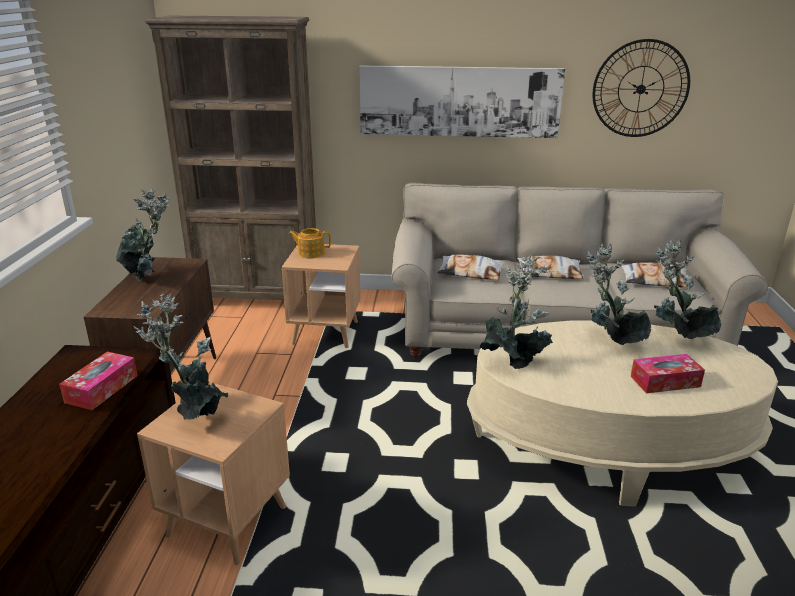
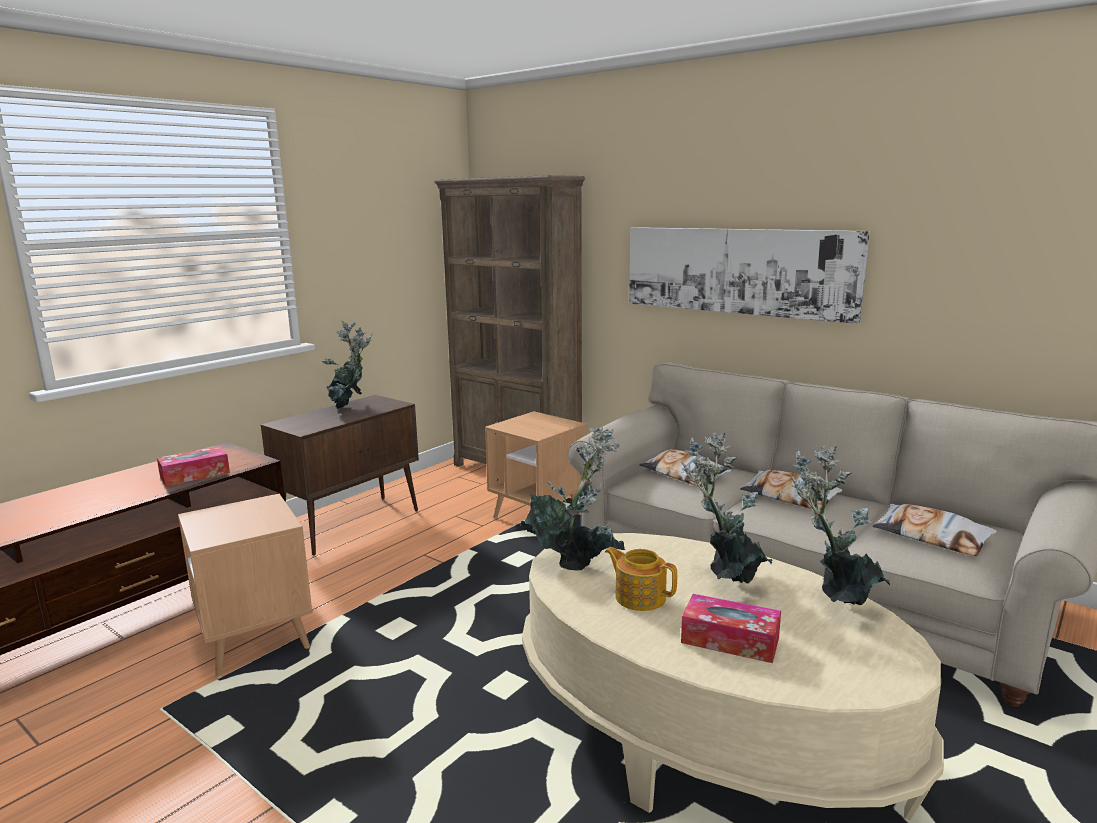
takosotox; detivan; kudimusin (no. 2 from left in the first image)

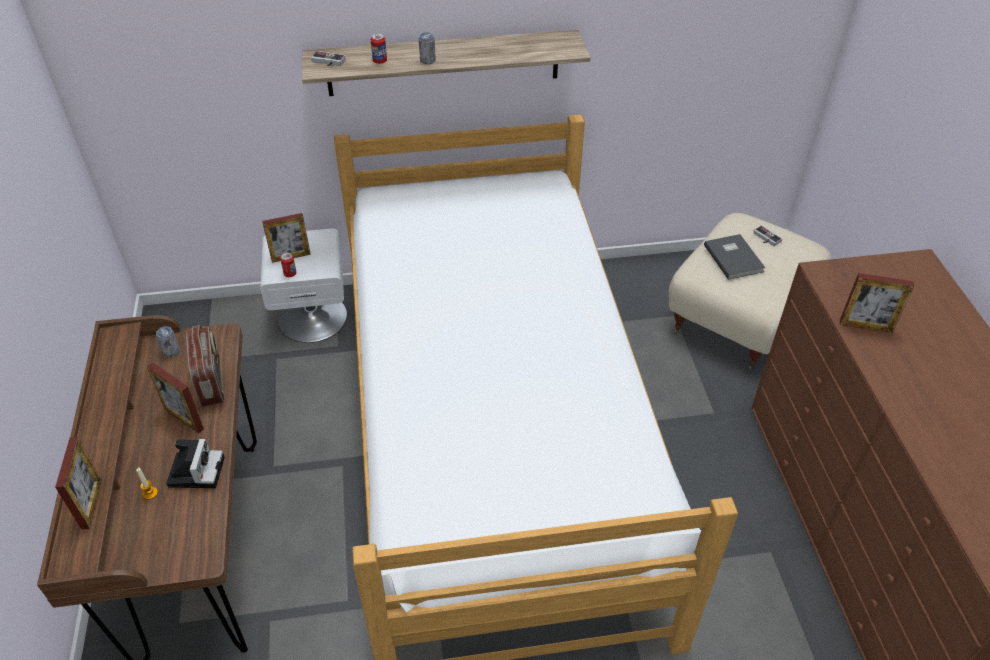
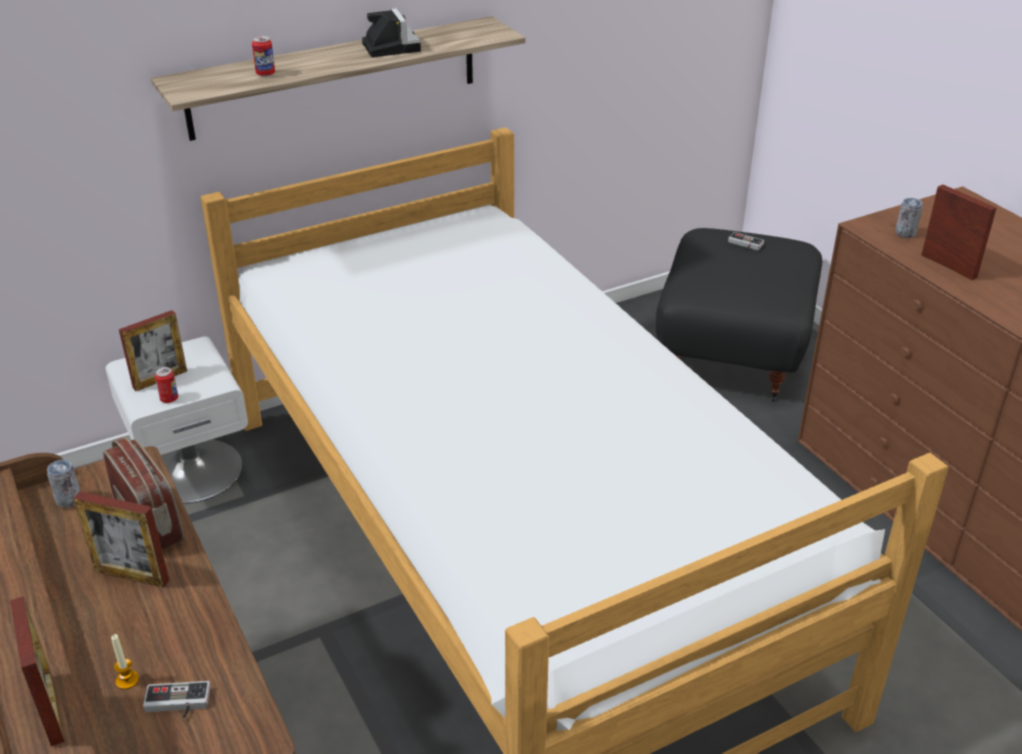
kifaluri (no. 4 from left); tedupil (no. 1 from left); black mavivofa; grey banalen; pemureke (no. 4 from left); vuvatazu

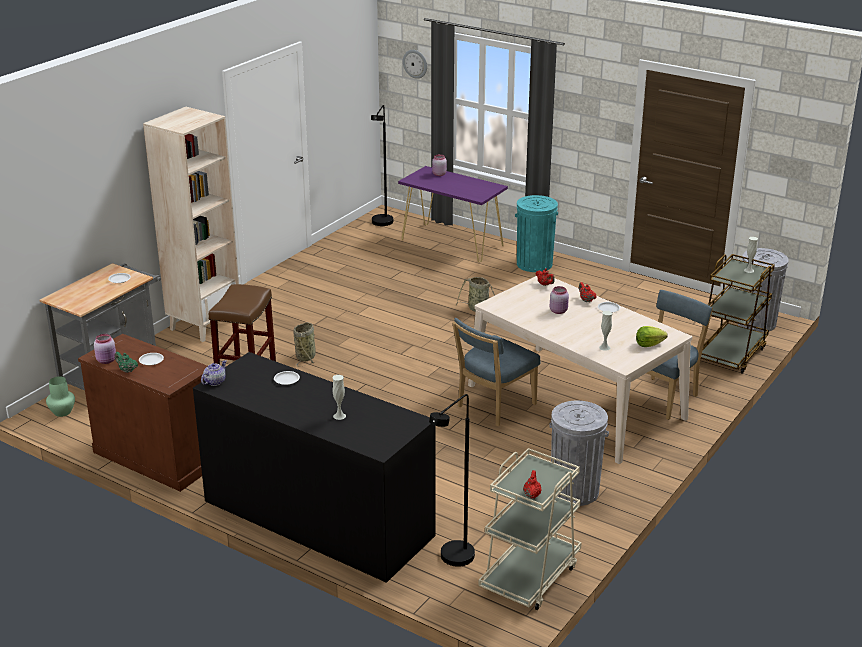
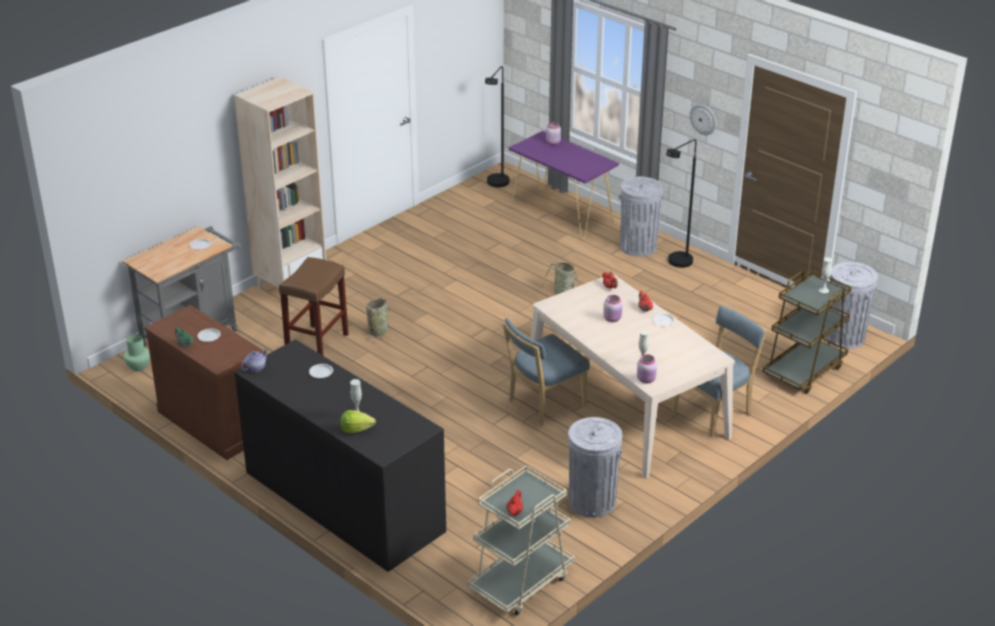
takosotox; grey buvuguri (no. 2 from left); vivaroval; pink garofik (no. 3 from left); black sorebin (no. 2 from left)

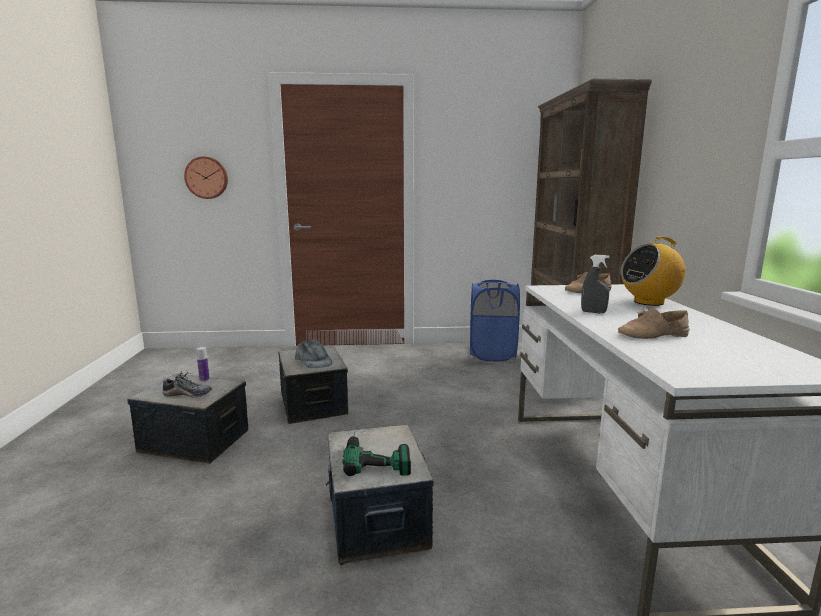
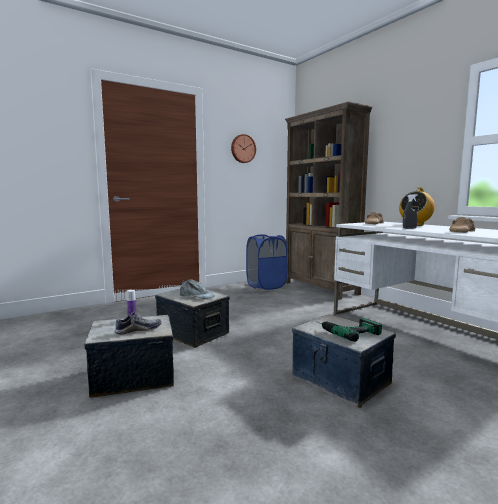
takosotox

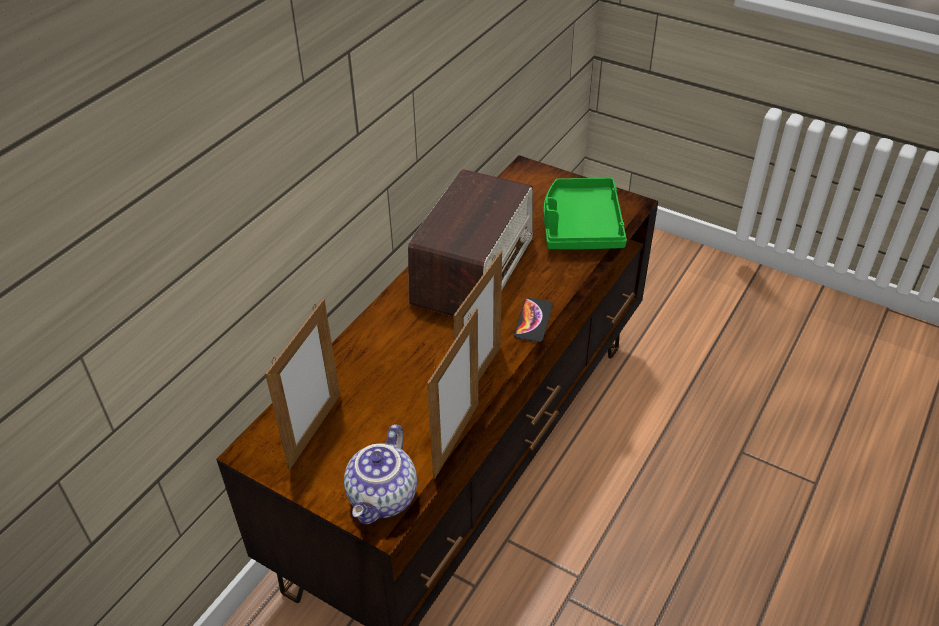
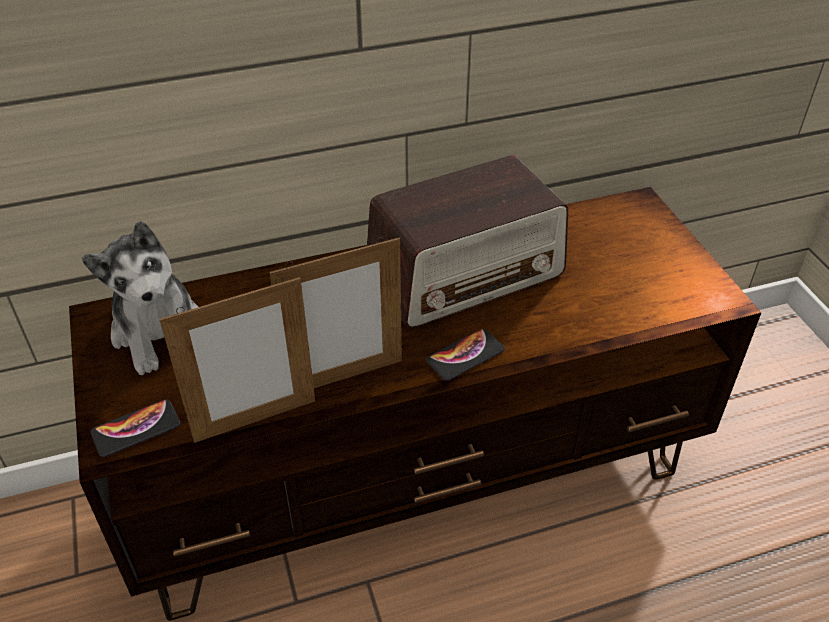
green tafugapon; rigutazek; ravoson (no. 1 from left)

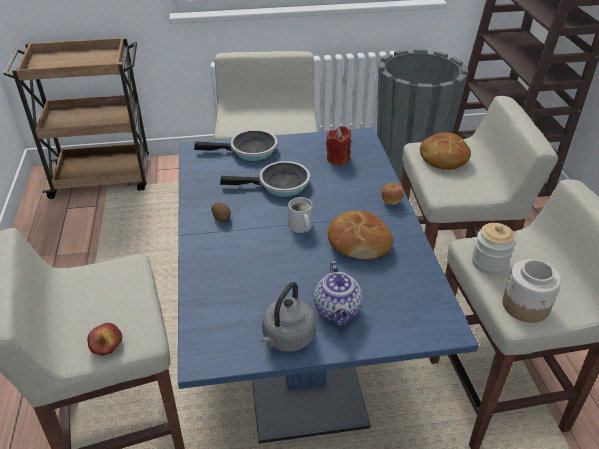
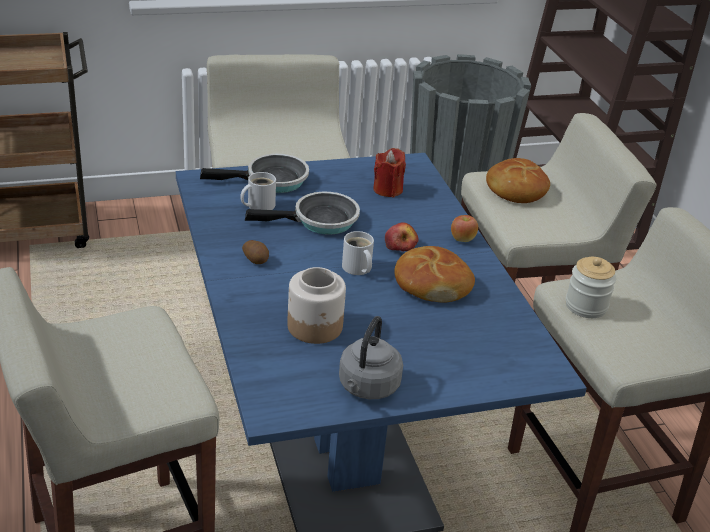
garofik (no. 1 from left); detivan; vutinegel (no. 1 from left); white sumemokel (no. 1 from left)

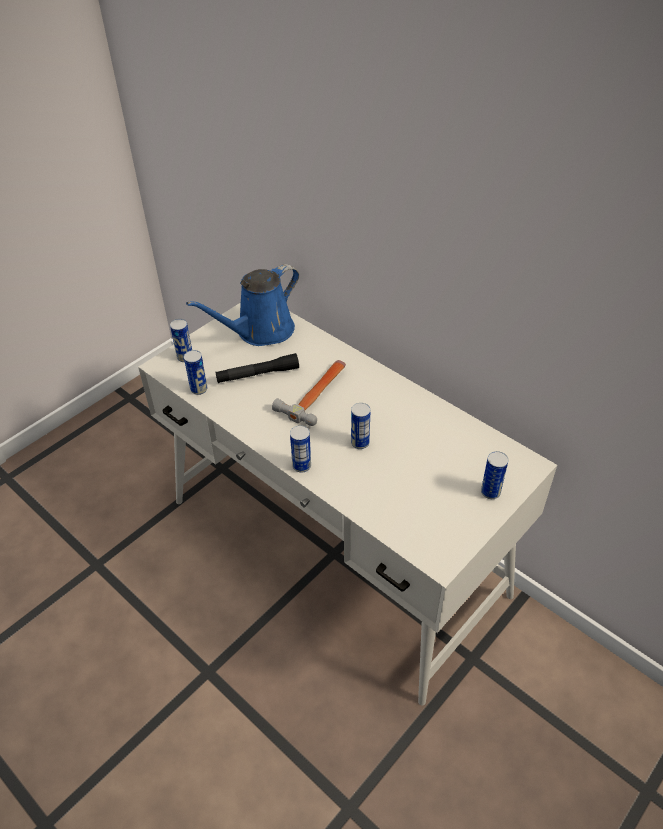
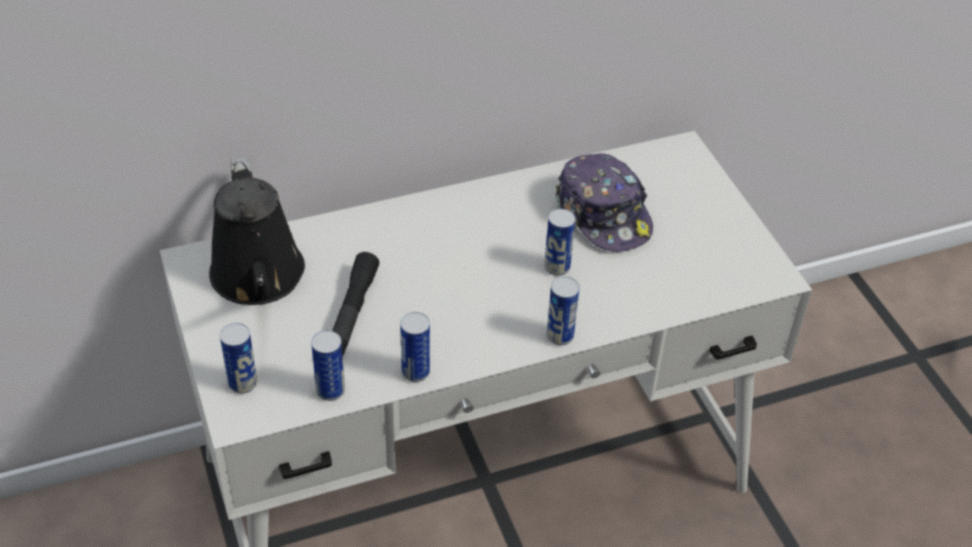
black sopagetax; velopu; kifaluri (no. 3 from left); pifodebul

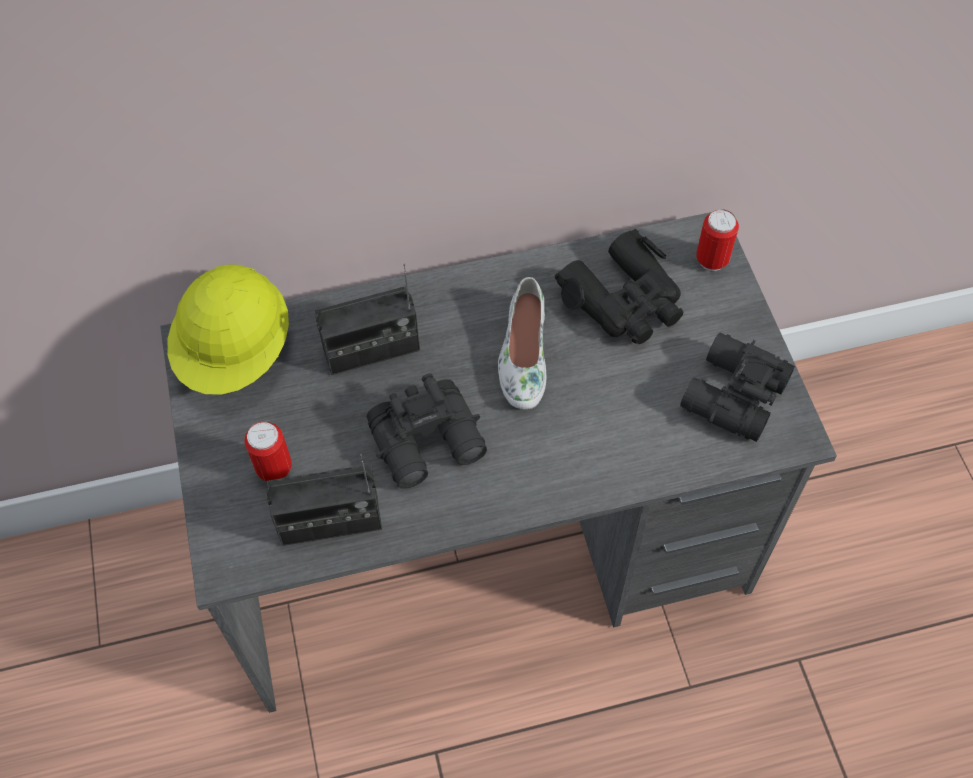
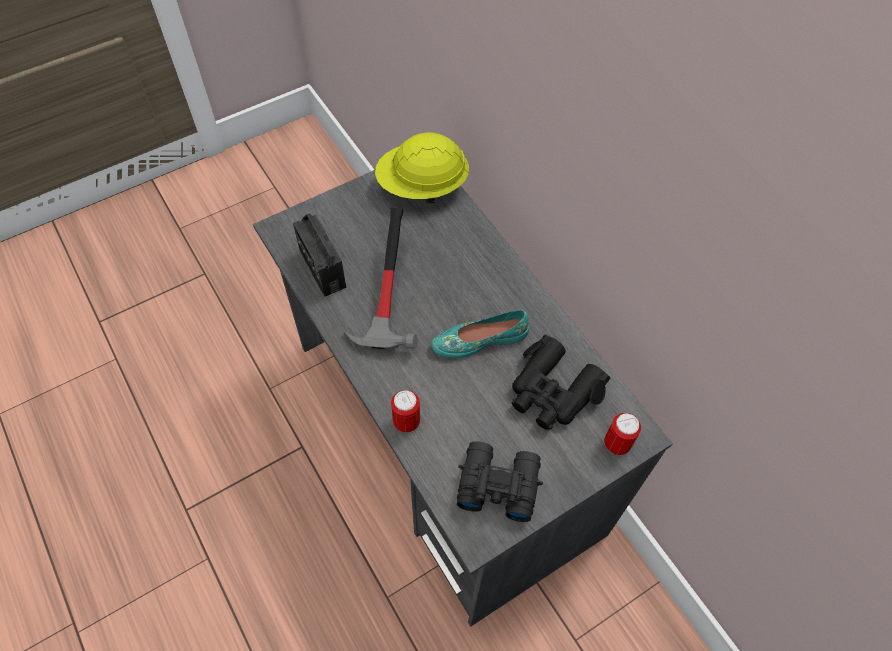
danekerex (no. 2 from left in the first image); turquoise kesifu; velopu; kifaluri (no. 1 from left)

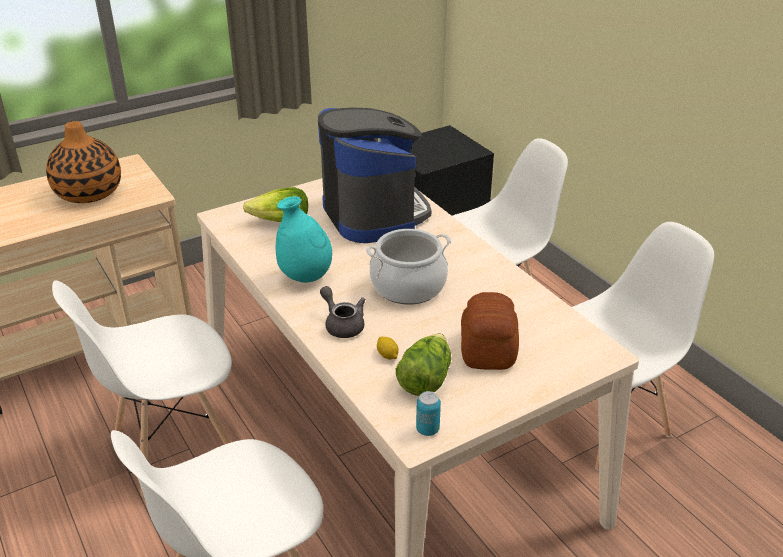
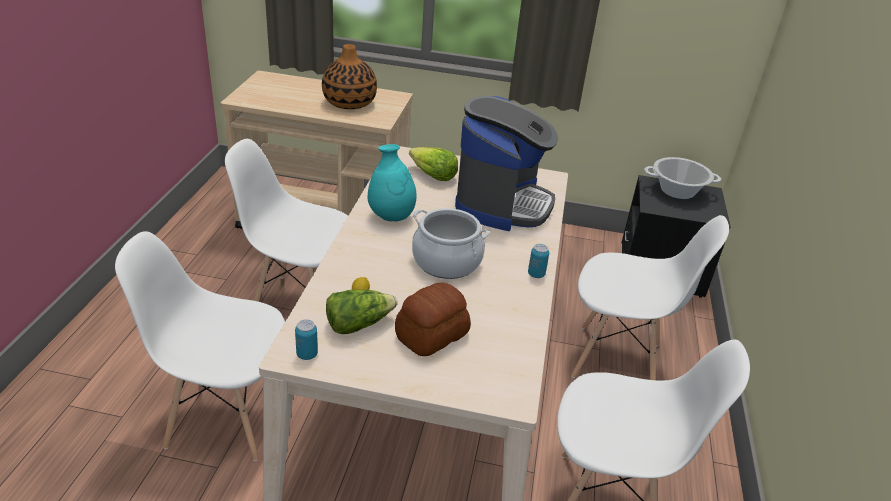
grey detivan; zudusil (no. 2 from left); kifaluri (no. 2 from left)

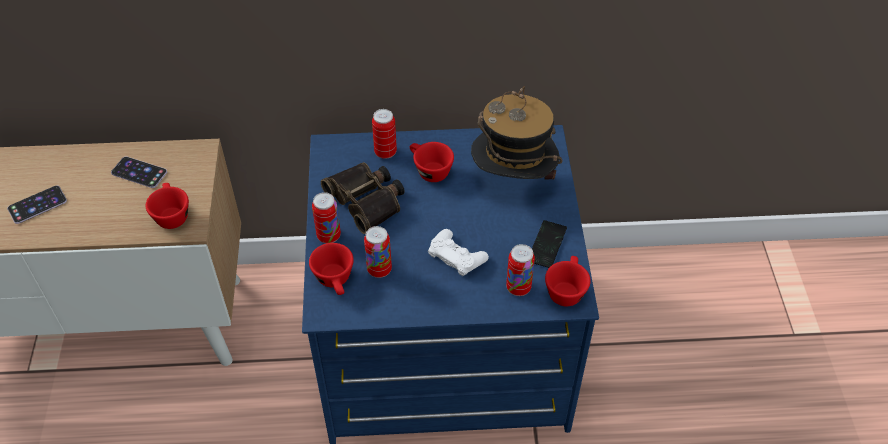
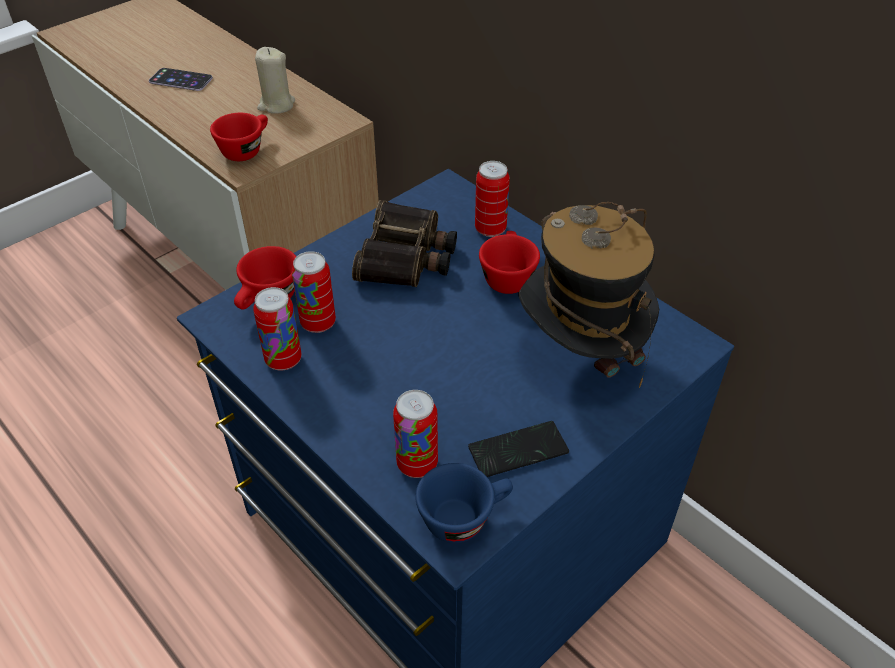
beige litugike; kifaluri (no. 1 from left); white tedupil; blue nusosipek

